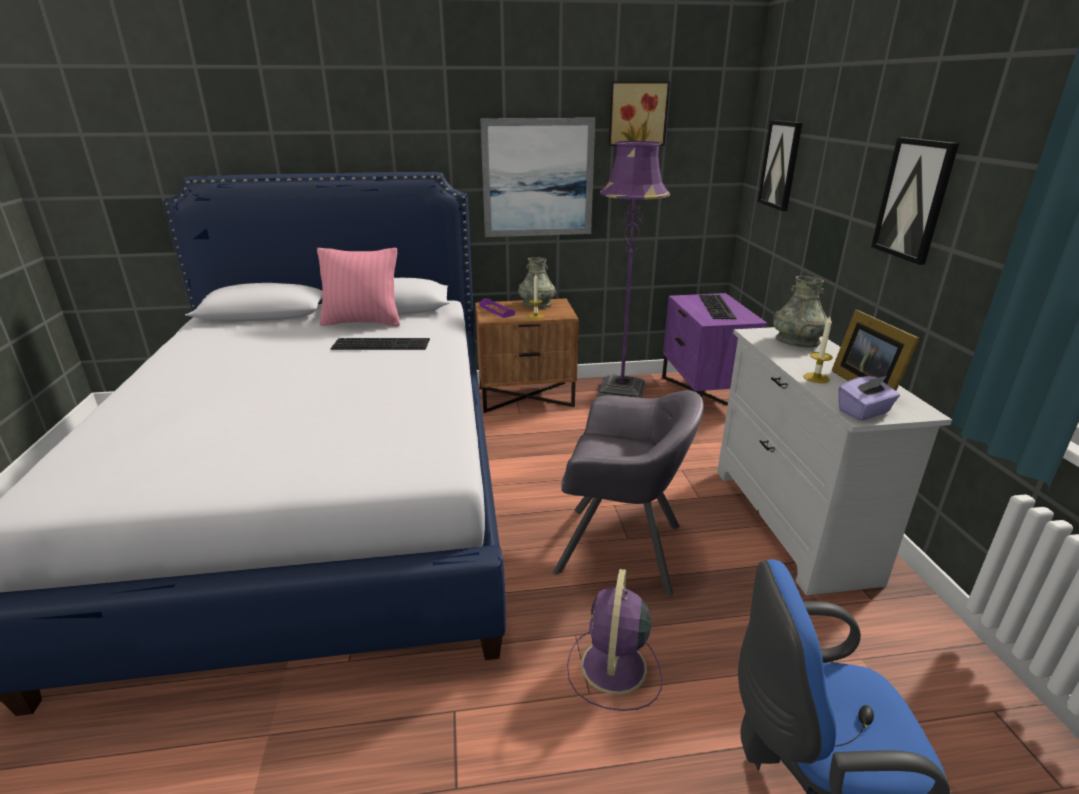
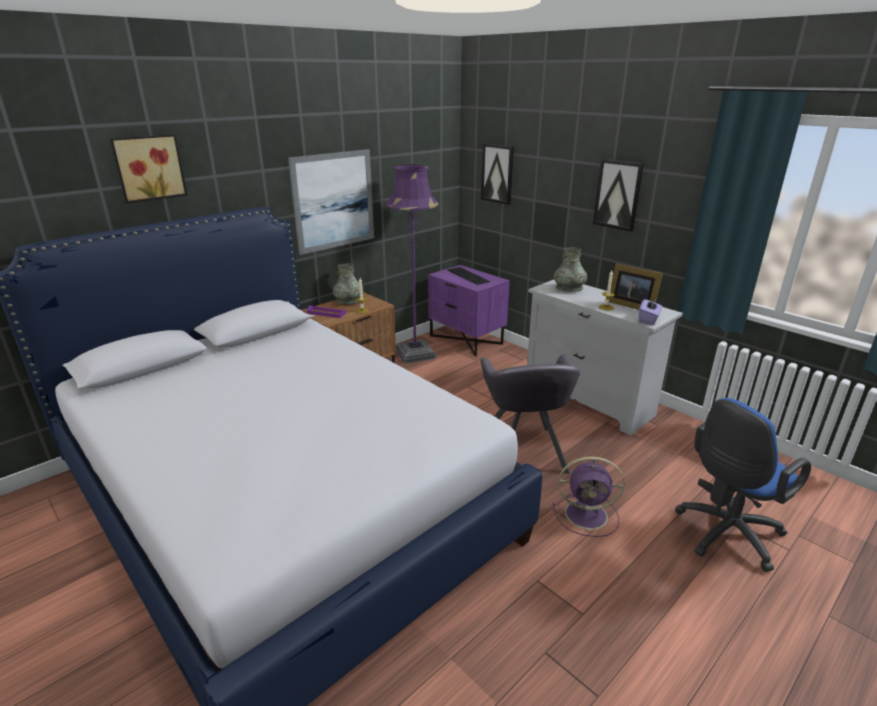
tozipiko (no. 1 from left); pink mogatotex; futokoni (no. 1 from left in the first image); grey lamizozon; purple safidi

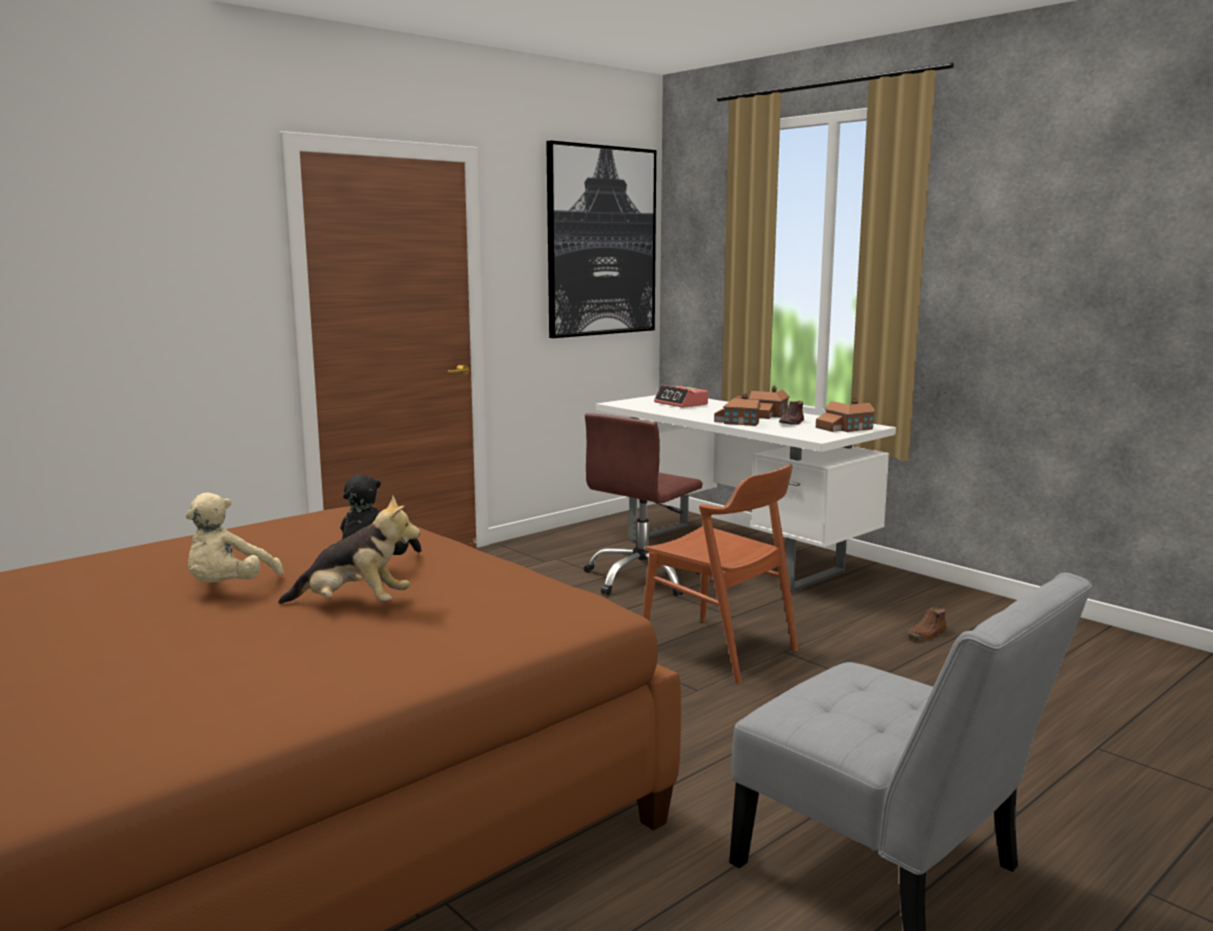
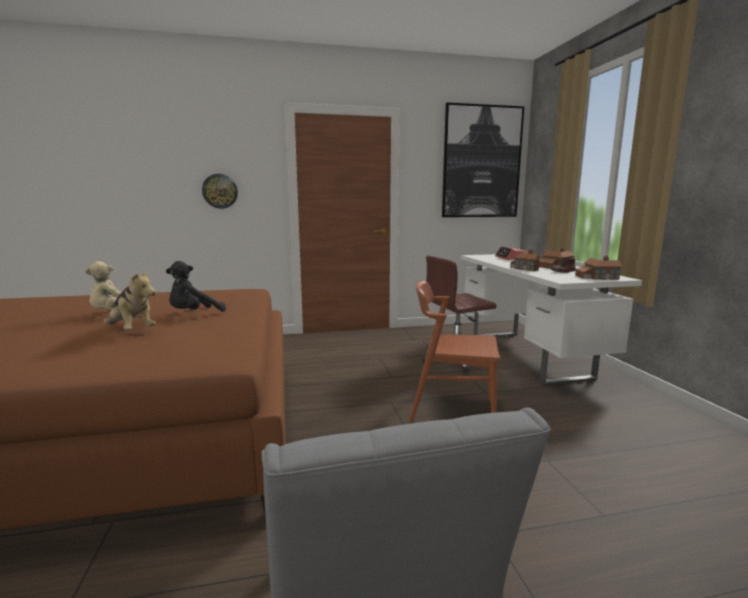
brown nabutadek; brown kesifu (no. 2 from left in the first image); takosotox

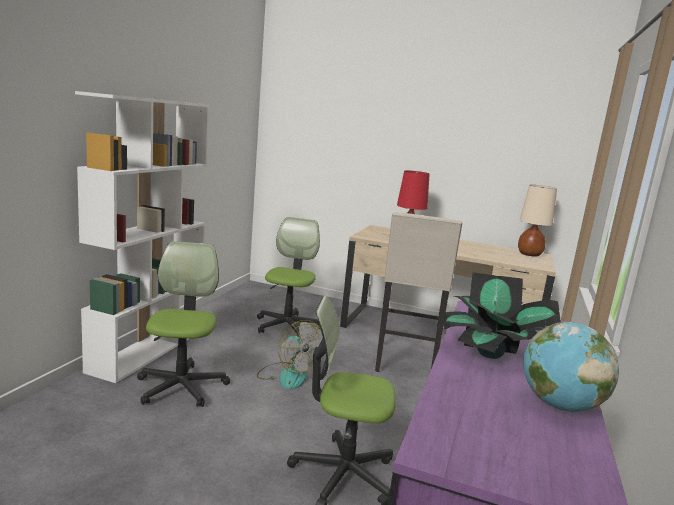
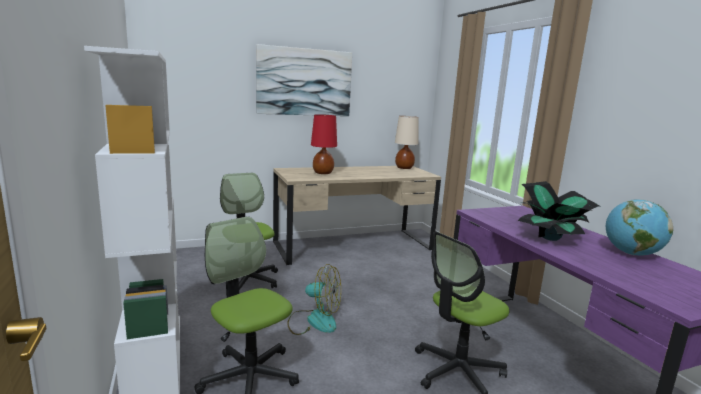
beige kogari; tozipiko

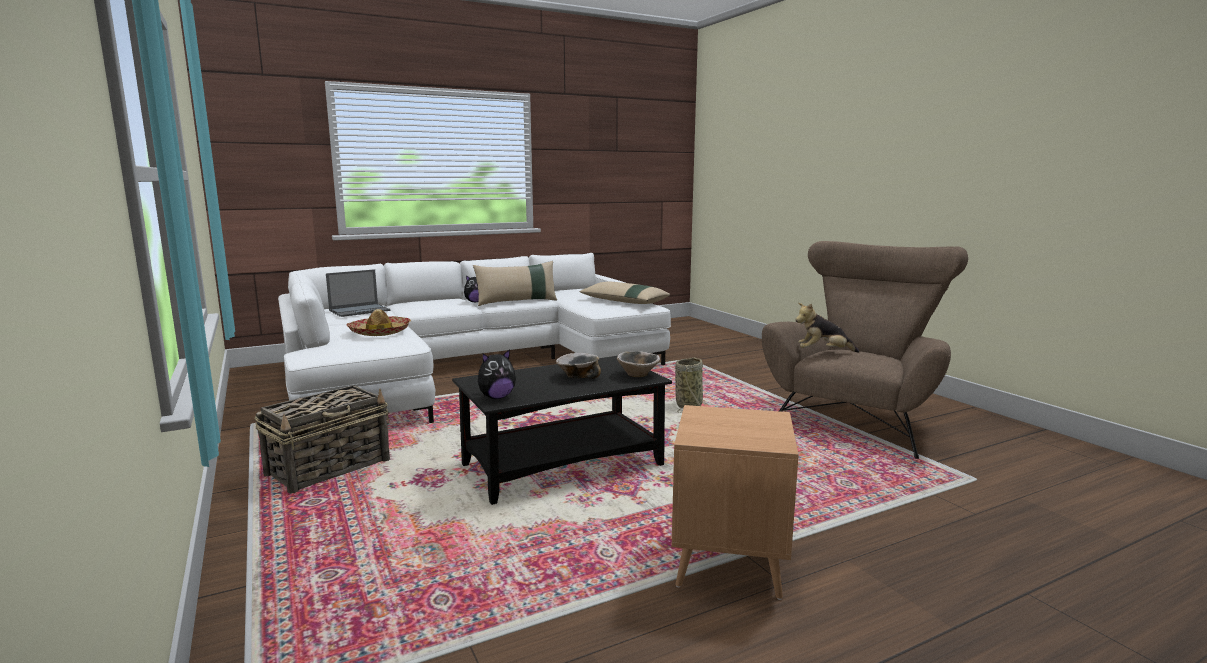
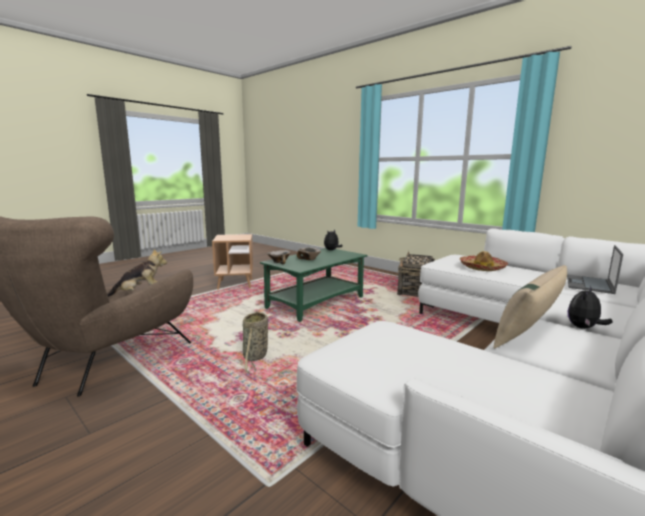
beige mogatotex (no. 2 from left in the first image); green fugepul

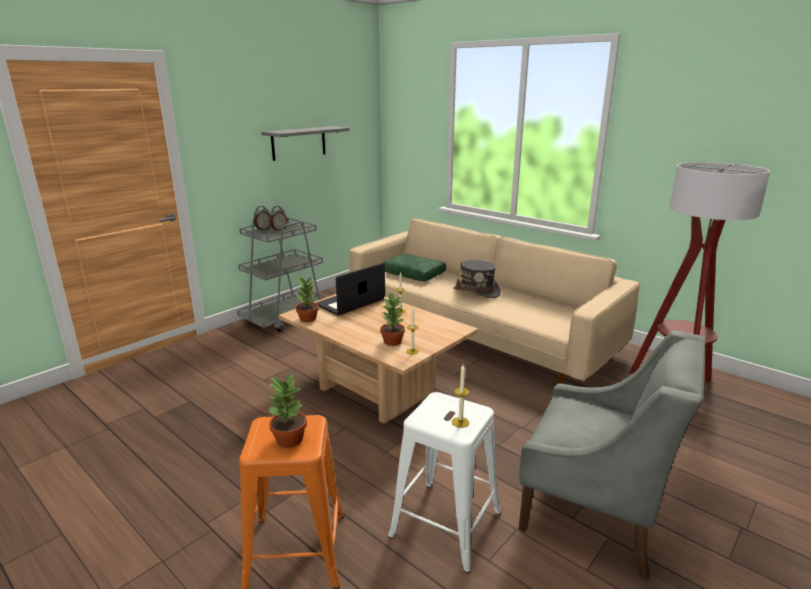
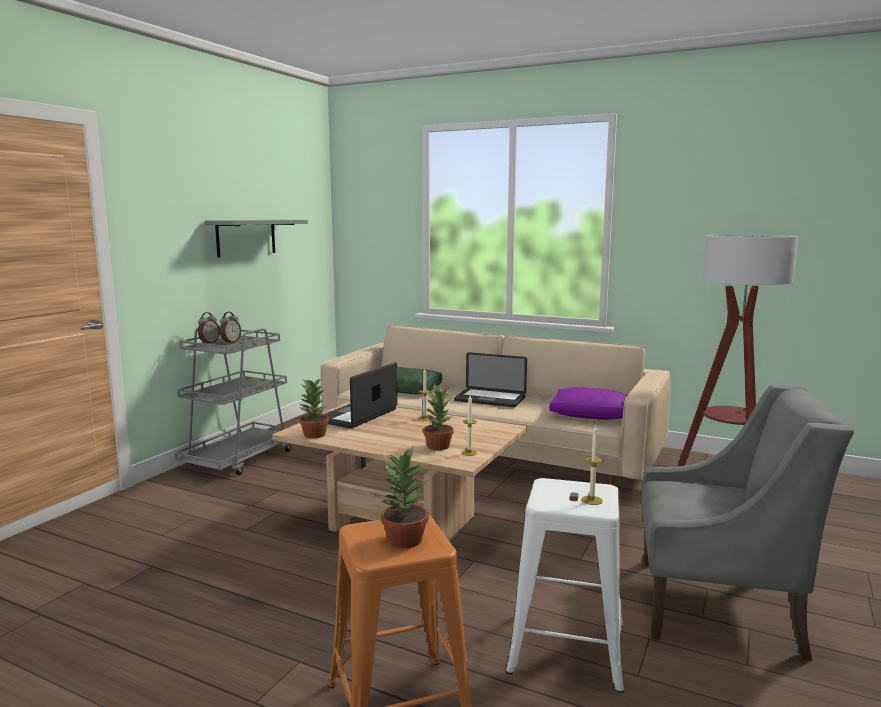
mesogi (no. 2 from left); purple mogatotex

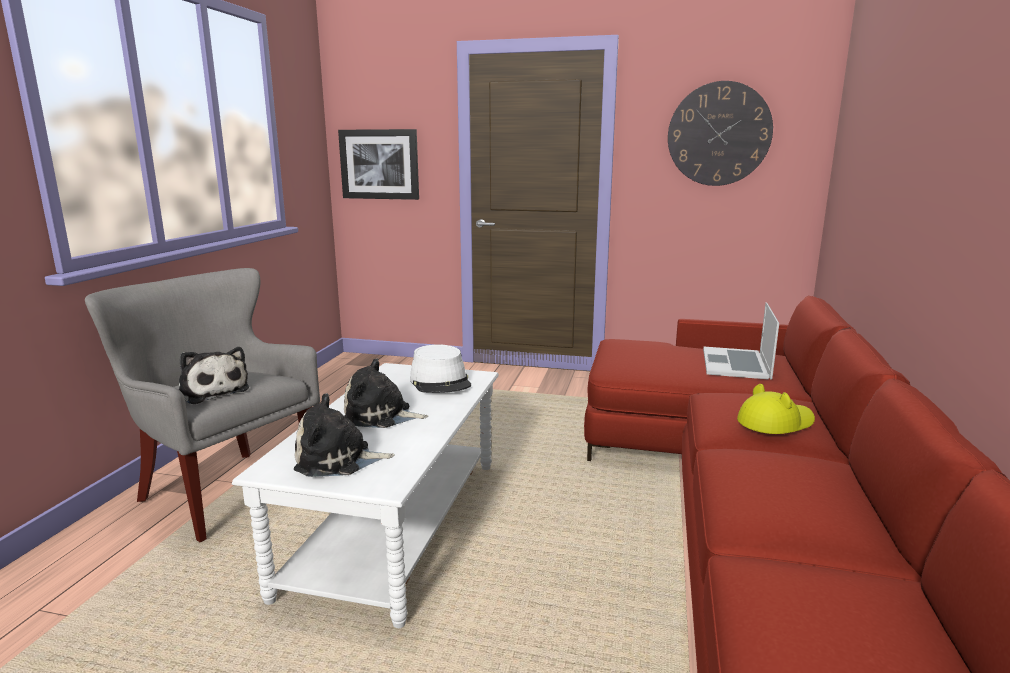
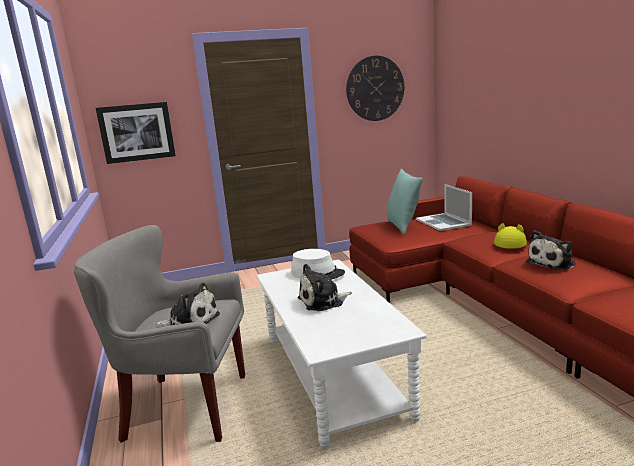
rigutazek (no. 3 from left); turquoise mogatotex

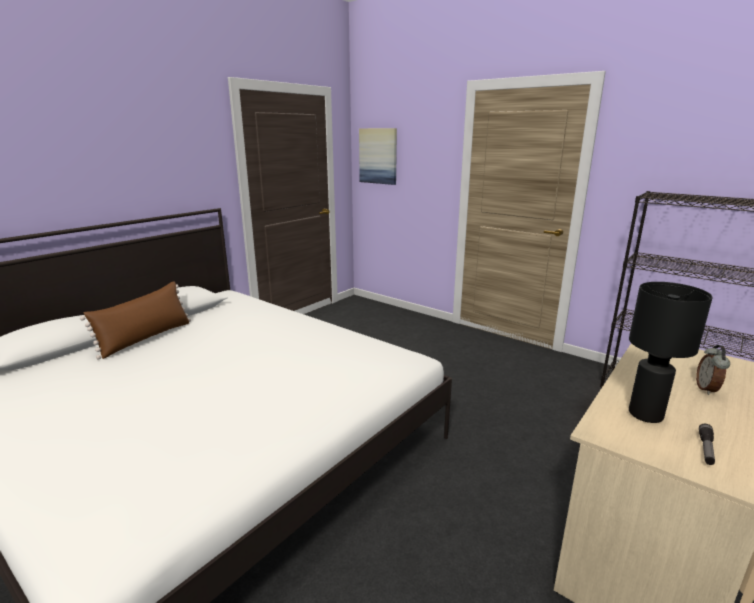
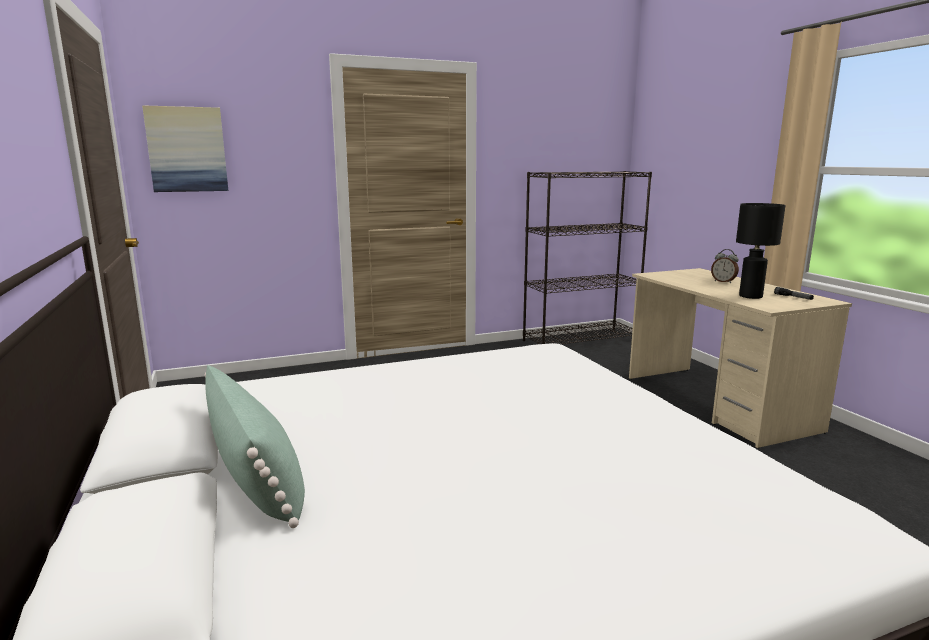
green mogatotex

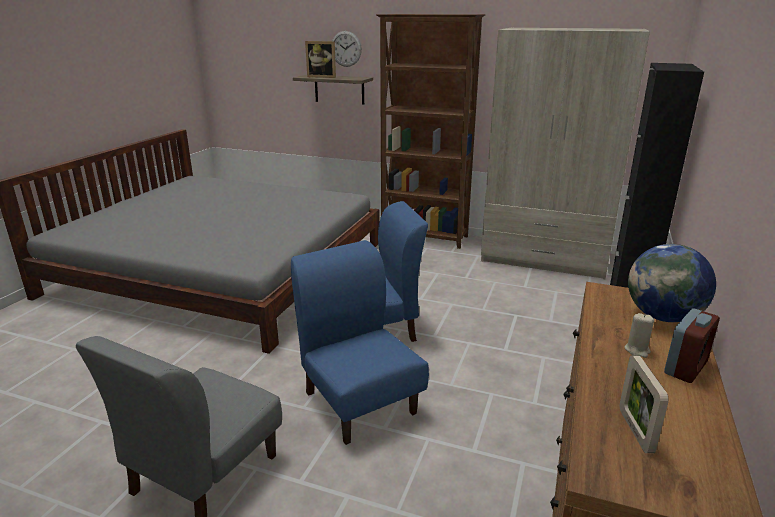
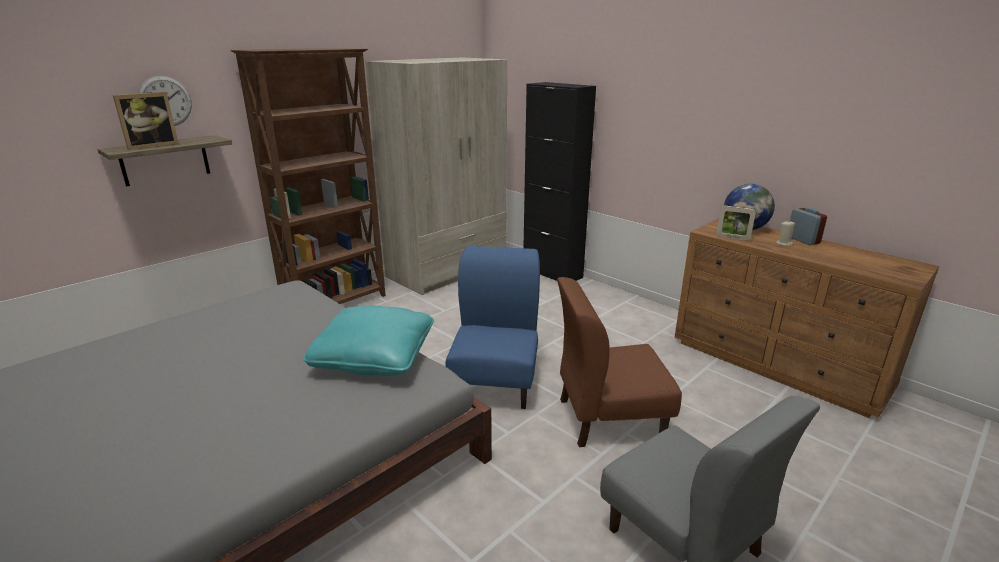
brown nabutadek; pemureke (no. 2 from left); turquoise mogatotex

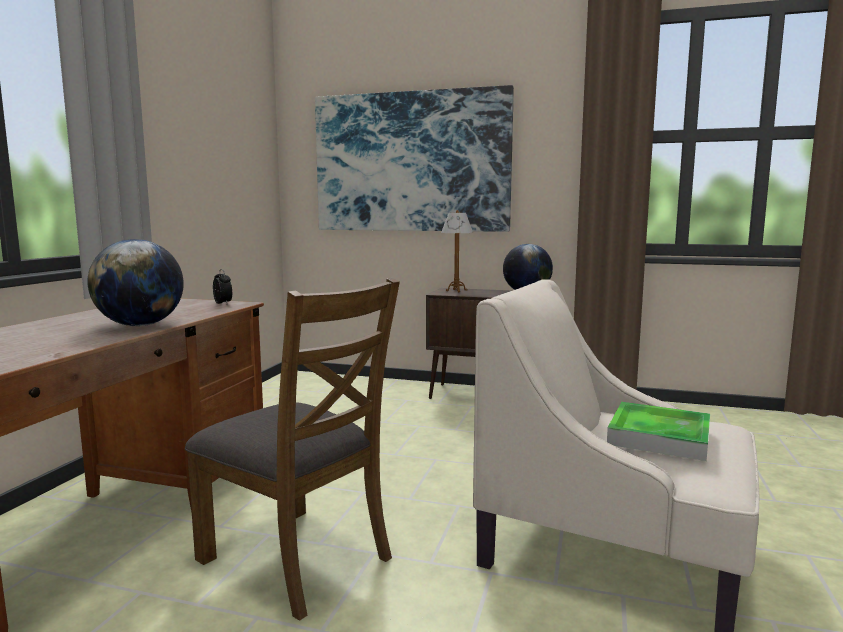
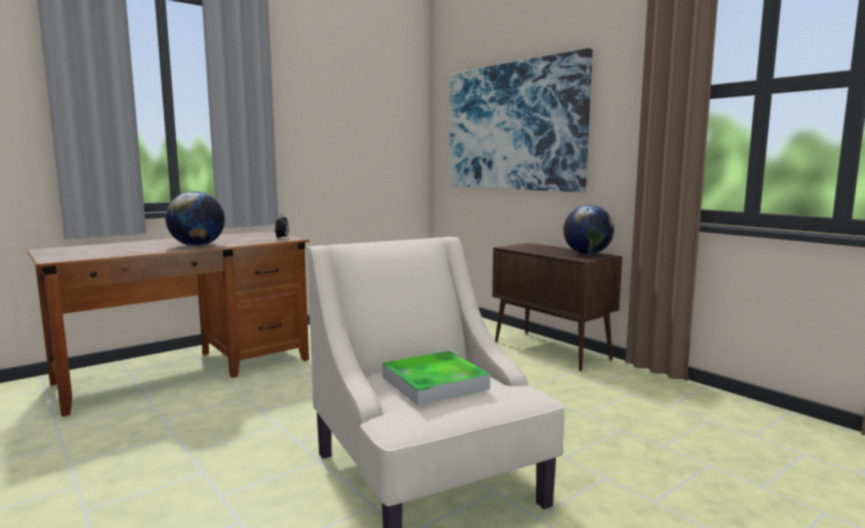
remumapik; brown nabutadek

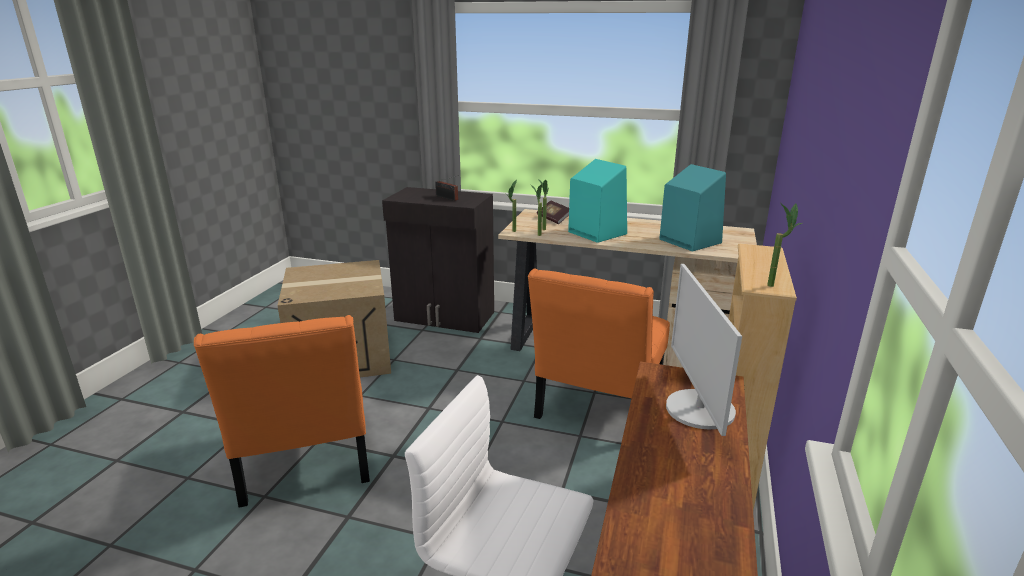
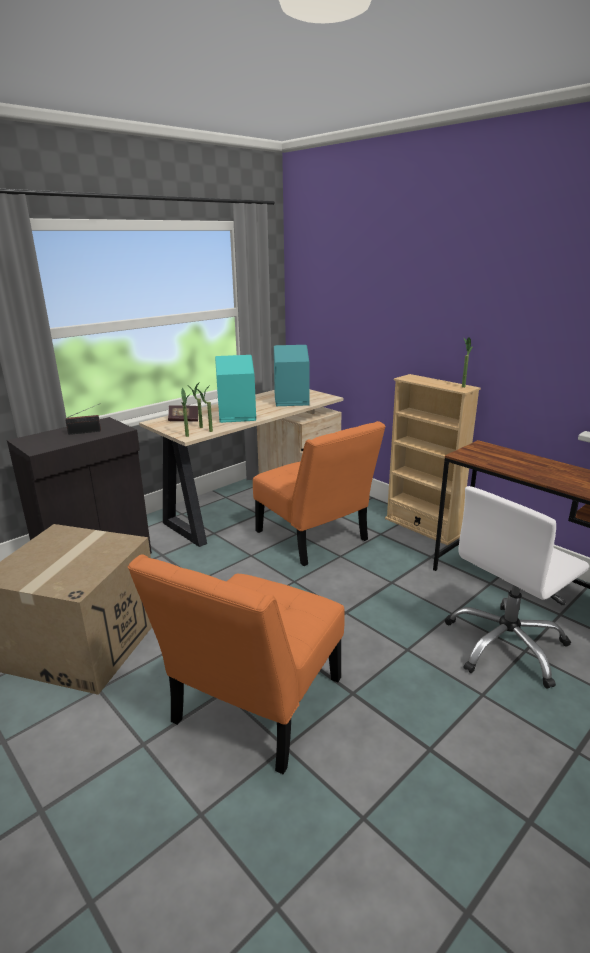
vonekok; orange nabutadek (no. 1 from left)

